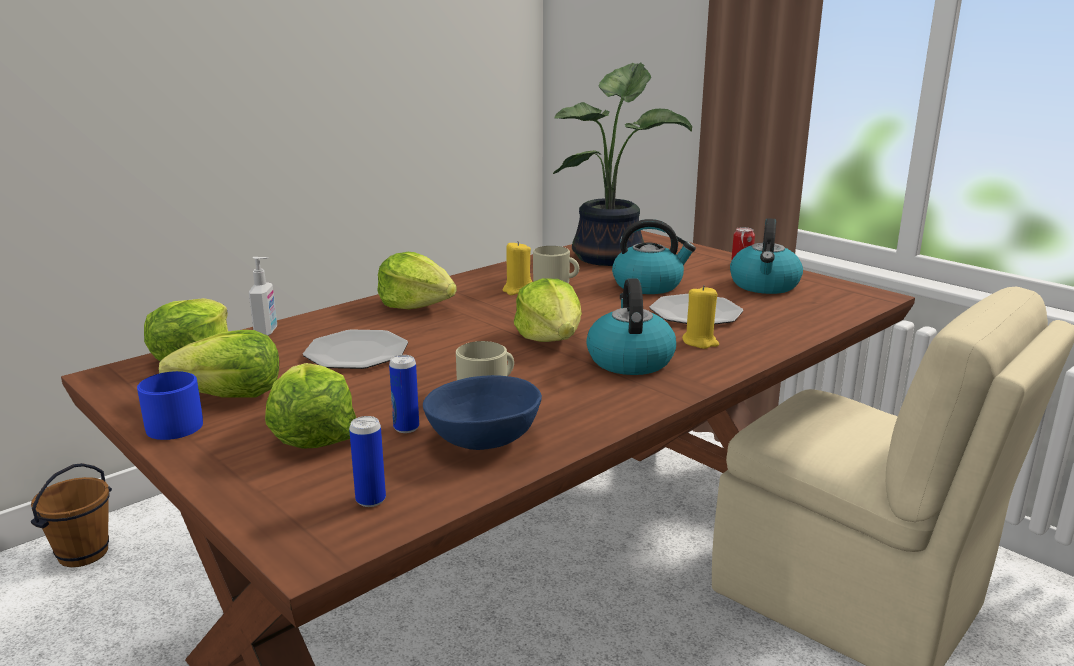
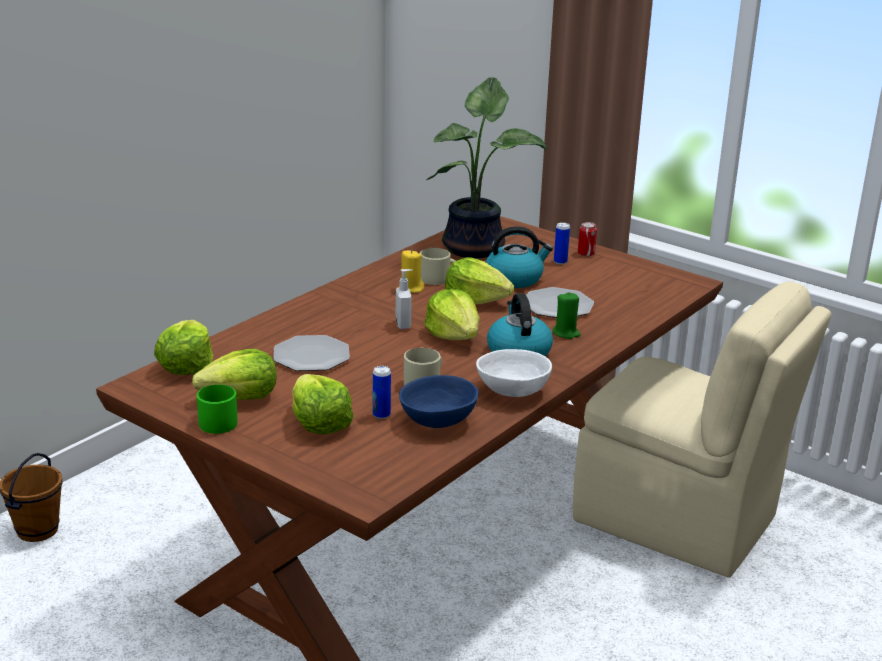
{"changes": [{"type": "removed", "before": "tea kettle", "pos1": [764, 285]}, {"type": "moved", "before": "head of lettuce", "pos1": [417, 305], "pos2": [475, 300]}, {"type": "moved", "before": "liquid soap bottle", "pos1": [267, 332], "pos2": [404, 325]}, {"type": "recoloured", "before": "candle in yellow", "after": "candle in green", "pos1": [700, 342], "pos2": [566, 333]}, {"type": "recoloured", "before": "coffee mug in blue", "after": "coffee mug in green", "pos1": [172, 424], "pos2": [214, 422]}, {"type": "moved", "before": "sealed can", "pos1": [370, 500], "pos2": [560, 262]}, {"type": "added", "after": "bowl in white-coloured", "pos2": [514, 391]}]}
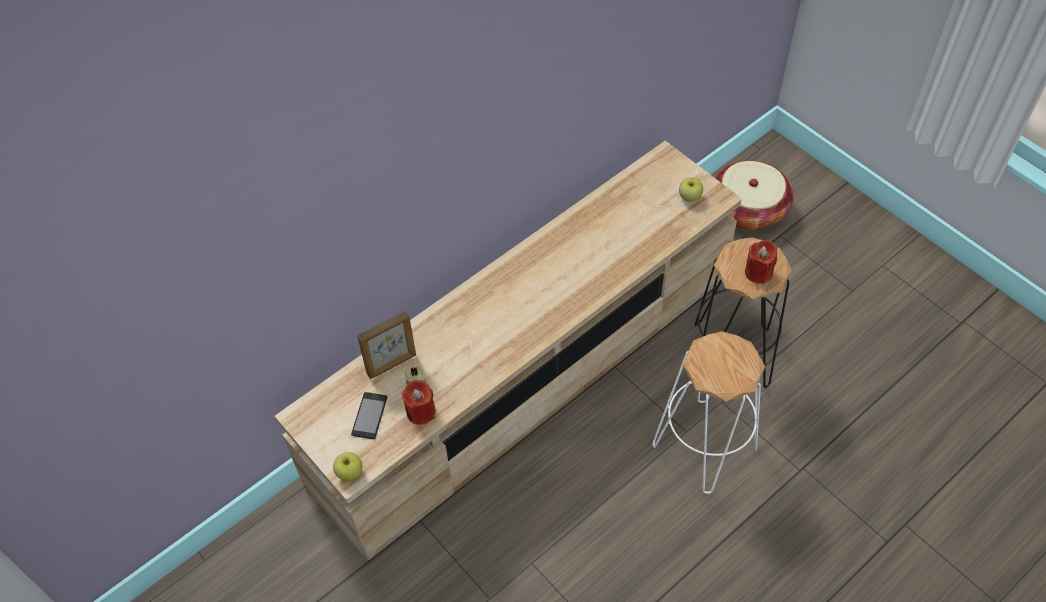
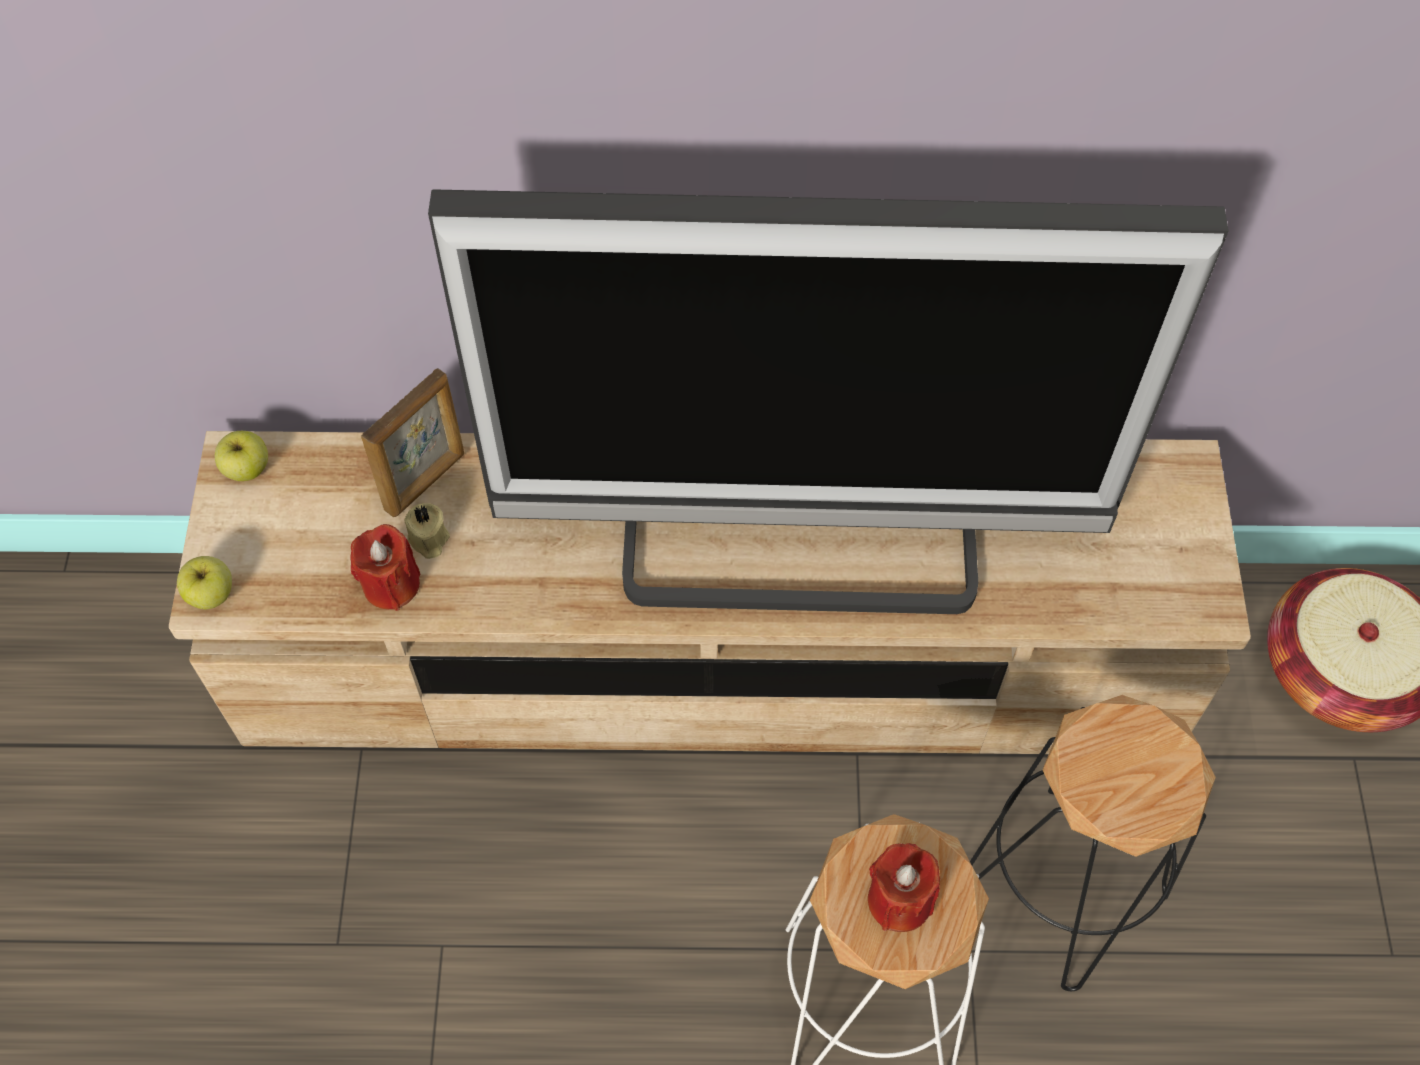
{"changes": [{"type": "moved", "before": "apple", "pos1": [689, 197], "pos2": [247, 468]}, {"type": "moved", "before": "candle in red-coloured", "pos1": [758, 272], "pos2": [899, 900]}, {"type": "turned", "before": "picture frame", "pos1": [392, 365], "pos2": [426, 482], "turn": -60}, {"type": "removed", "before": "phone", "pos1": [369, 416]}, {"type": "added", "after": "TV set", "pos2": [801, 543]}]}
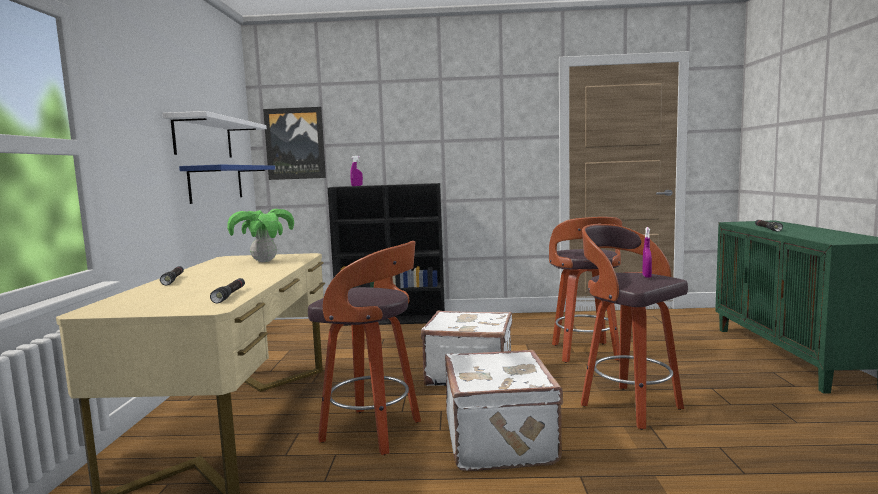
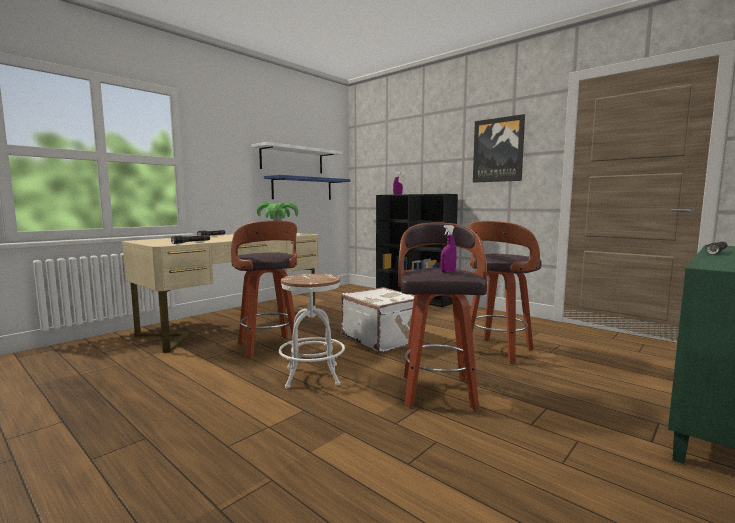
{"changes": [{"type": "moved", "before": "wall picture", "pos1": [295, 143], "pos2": [498, 150]}, {"type": "replaced", "before": "suitcase in white-coloured", "after": "stool seat in white-coloured", "pos1": [502, 440], "pos2": [312, 376]}]}
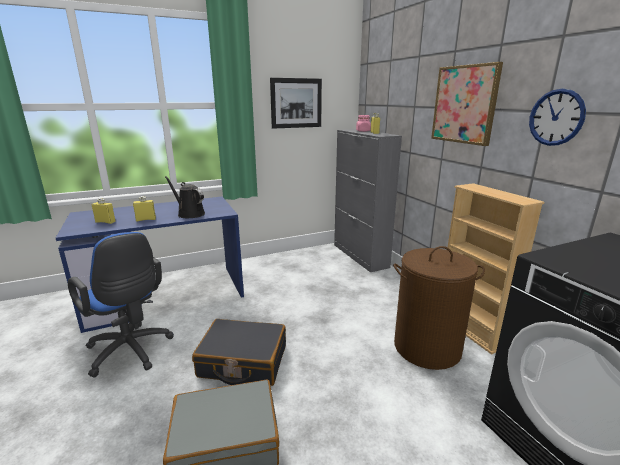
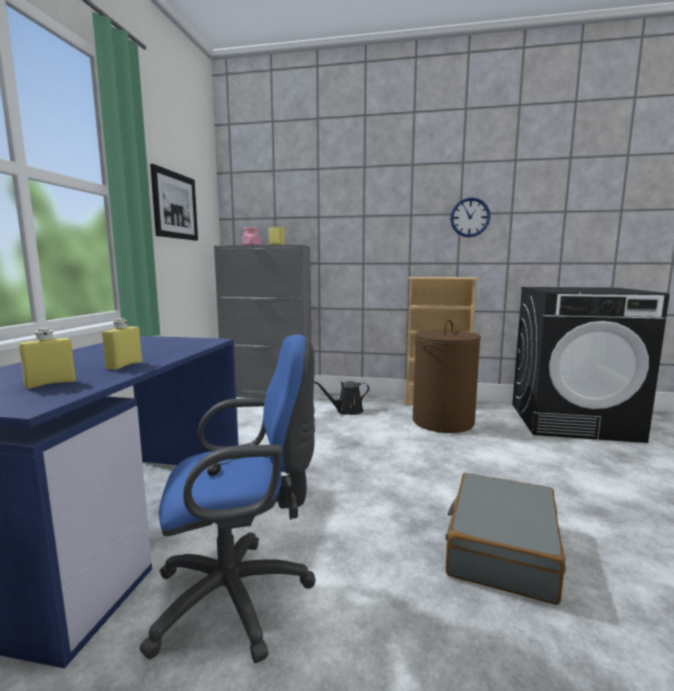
{"changes": [{"type": "removed", "before": "wall picture", "pos1": [464, 104]}, {"type": "moved", "before": "sprinkling can in black", "pos1": [189, 214], "pos2": [347, 411]}, {"type": "removed", "before": "suitcase in black", "pos1": [243, 361]}]}
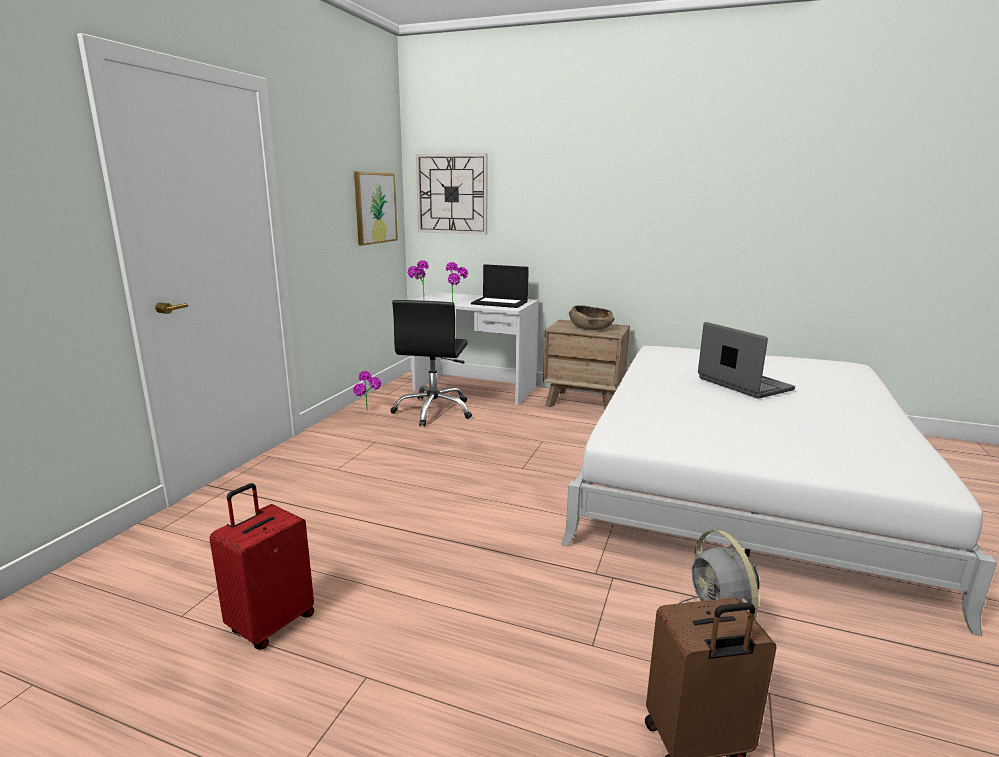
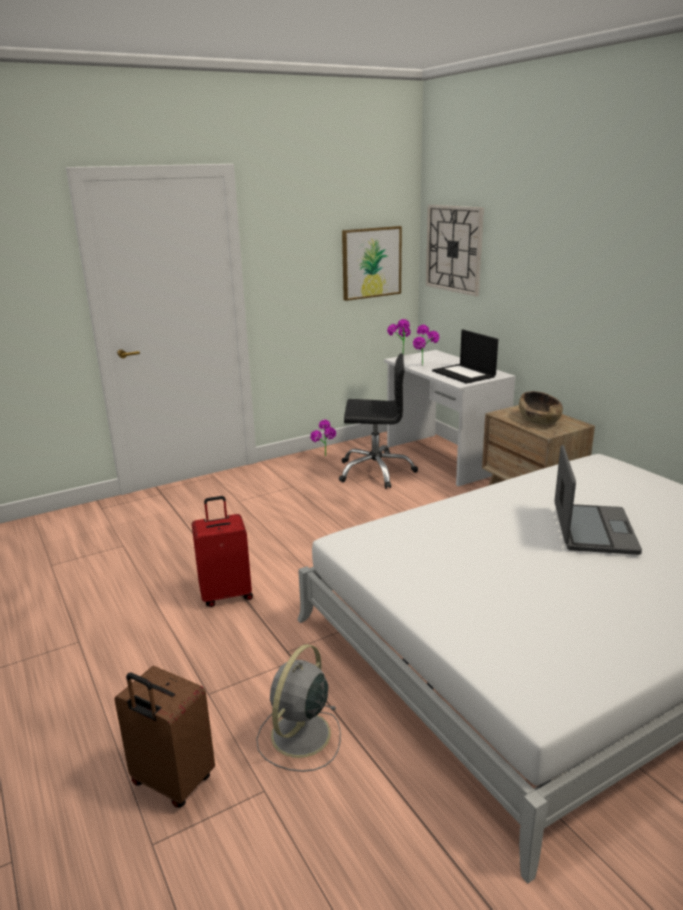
{"changes": [{"type": "turned", "before": "desk chair in black", "pos1": [434, 411], "pos2": [375, 471], "turn": -135}, {"type": "moved", "before": "suitcase in red-coloured", "pos1": [271, 623], "pos2": [226, 594]}]}
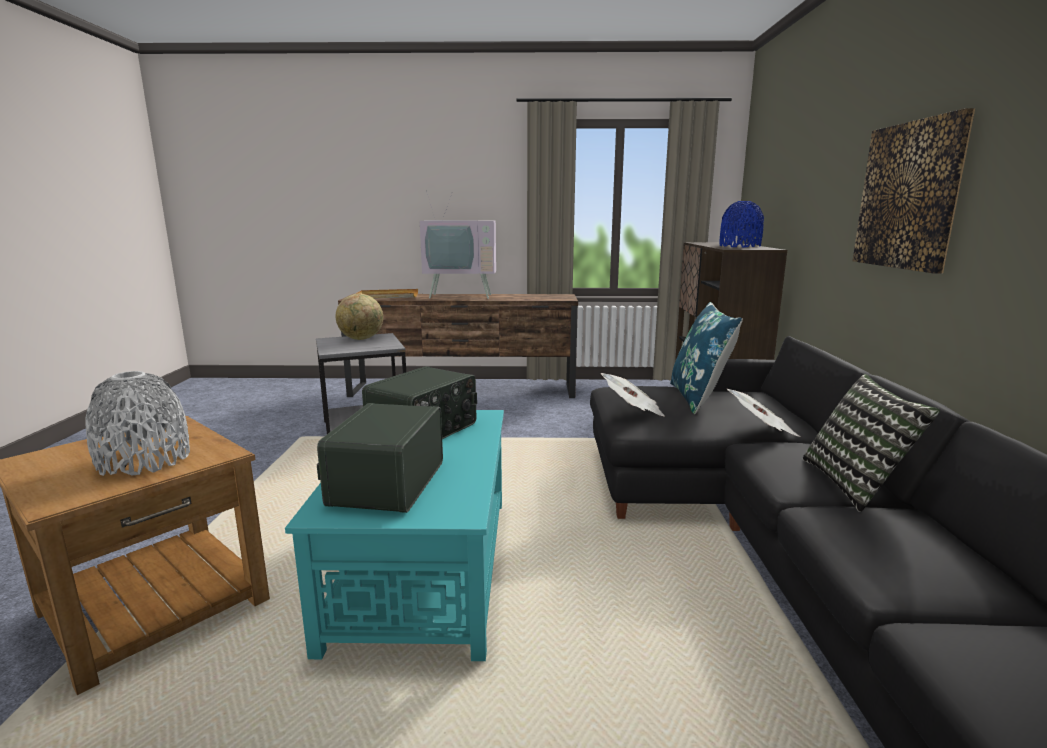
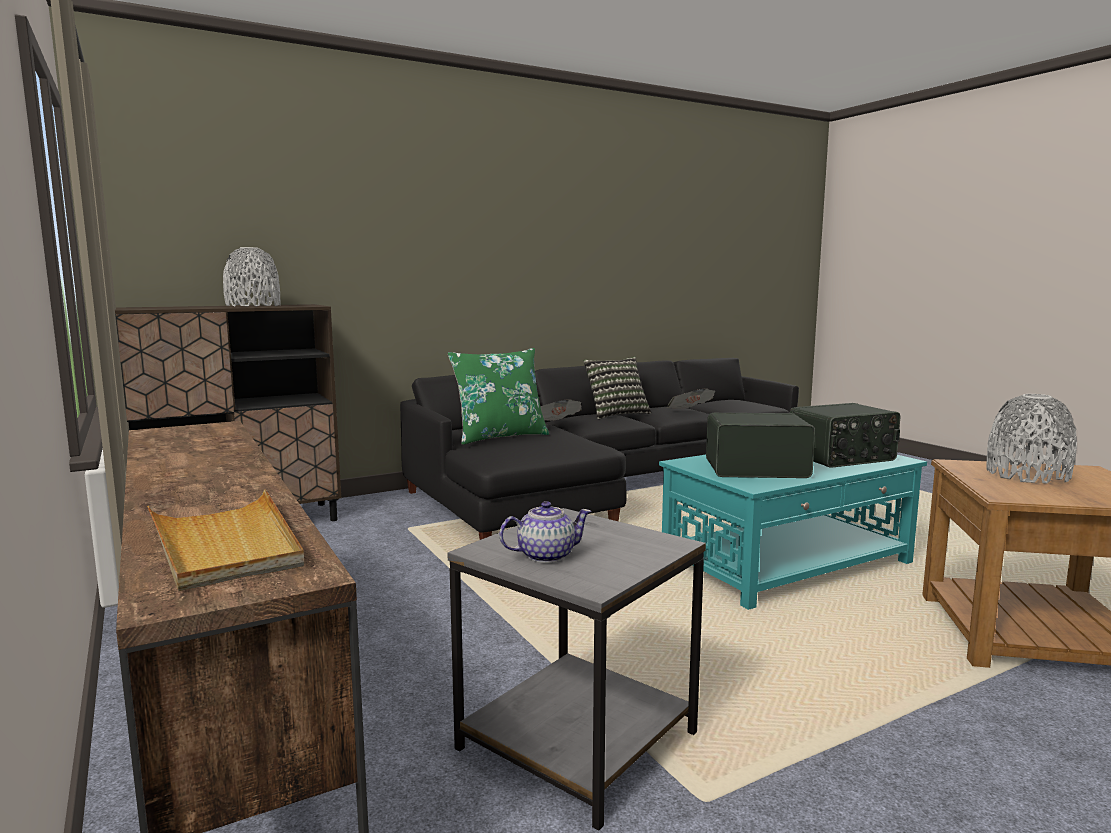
{"changes": [{"type": "removed", "before": "wall picture", "pos1": [908, 196]}, {"type": "removed", "before": "TV set", "pos1": [461, 295]}, {"type": "recoloured", "before": "flower vase in blue", "after": "flower vase in greyish", "pos1": [739, 246], "pos2": [253, 306]}, {"type": "replaced", "before": "desk globe", "after": "pot for tea", "pos1": [361, 339], "pos2": [545, 555]}, {"type": "recoloured", "before": "pillow in blue", "after": "pillow in green", "pos1": [699, 398], "pos2": [500, 436]}, {"type": "moved", "before": "newspaper", "pos1": [632, 411], "pos2": [690, 412]}]}
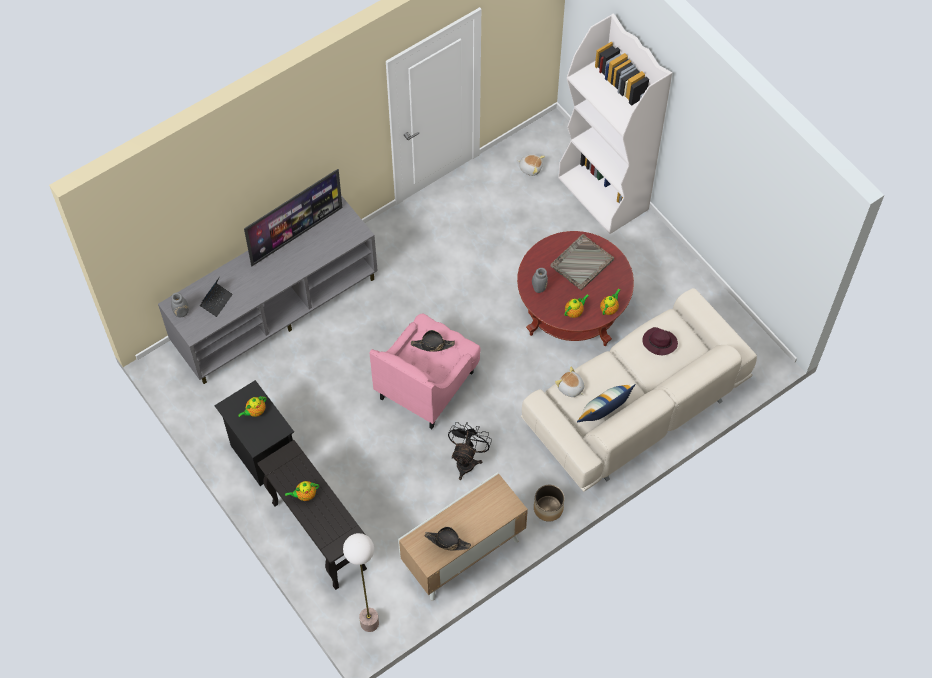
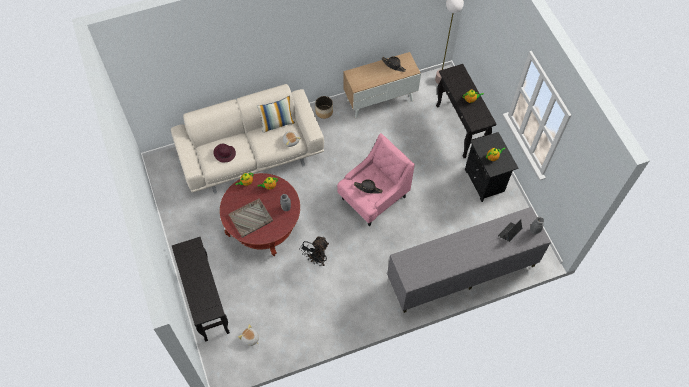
{"changes": [{"type": "replaced", "before": "bookcase in white-coloured", "after": "hall table in black", "pos1": [604, 194], "pos2": [206, 302]}, {"type": "removed", "before": "TV set", "pos1": [296, 235]}, {"type": "moved", "before": "cooling fan in black", "pos1": [467, 460], "pos2": [316, 259]}]}
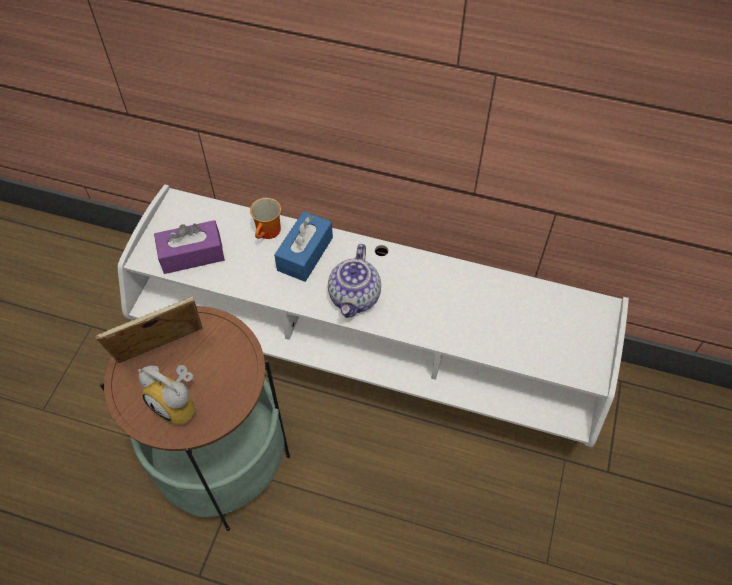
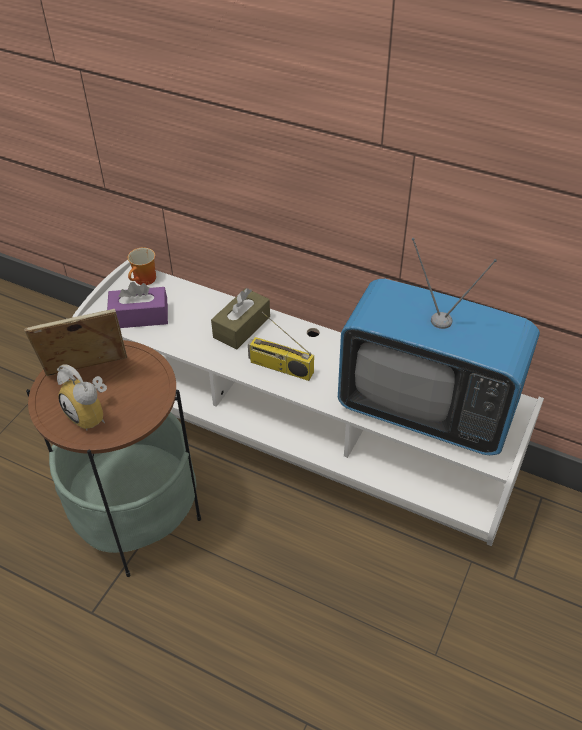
{"changes": [{"type": "moved", "before": "coffee mug", "pos1": [269, 232], "pos2": [145, 280]}, {"type": "recoloured", "before": "tissue holder in blue", "after": "tissue holder in brown-coloured", "pos1": [305, 254], "pos2": [241, 327]}, {"type": "replaced", "before": "pot for tea", "after": "radio set", "pos1": [355, 297], "pos2": [280, 367]}, {"type": "added", "after": "TV set", "pos2": [426, 409]}]}
